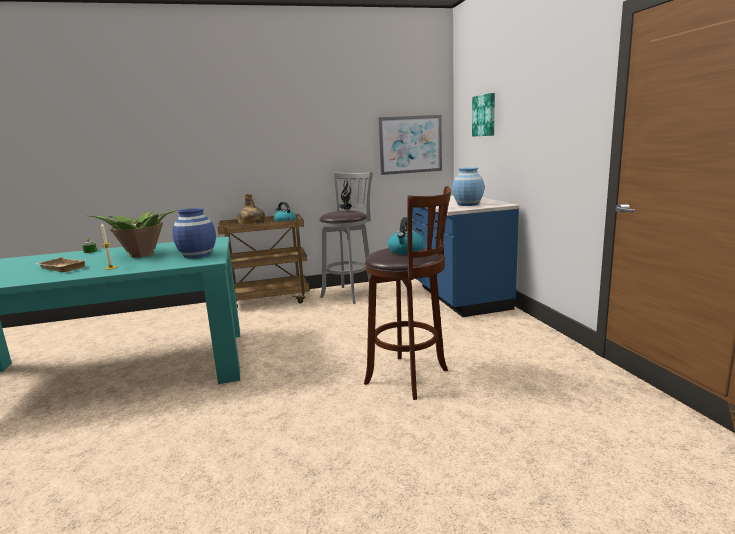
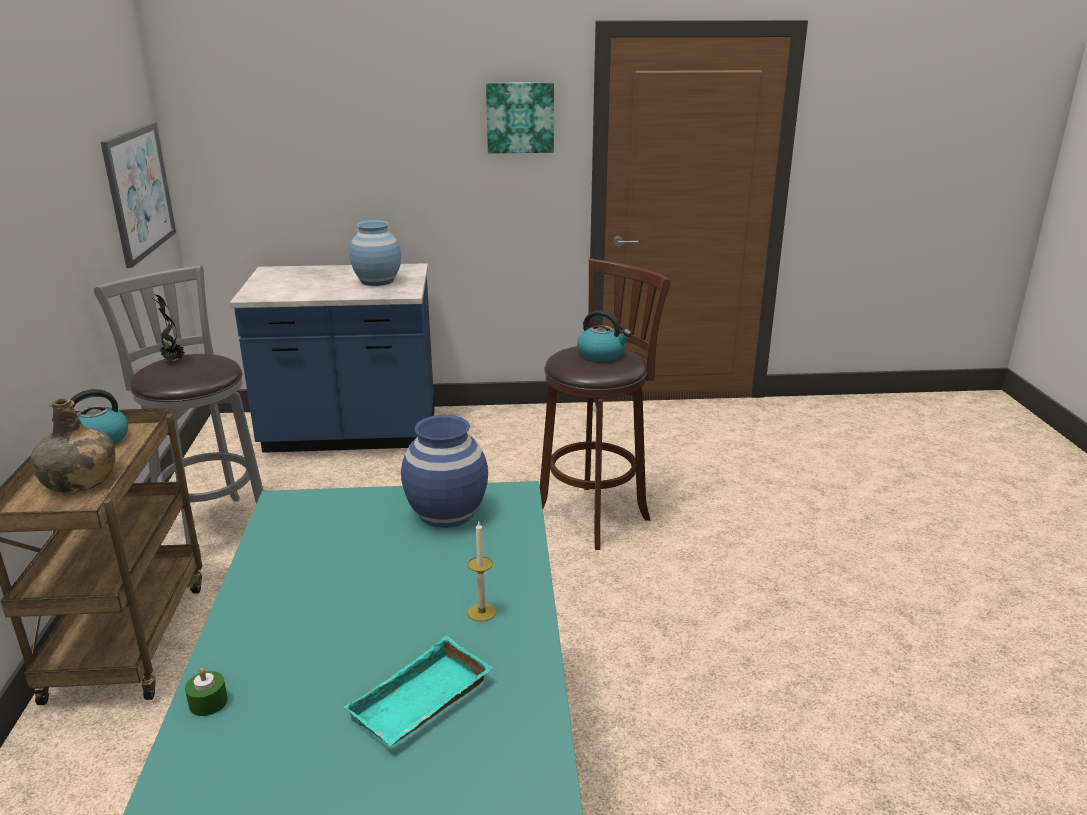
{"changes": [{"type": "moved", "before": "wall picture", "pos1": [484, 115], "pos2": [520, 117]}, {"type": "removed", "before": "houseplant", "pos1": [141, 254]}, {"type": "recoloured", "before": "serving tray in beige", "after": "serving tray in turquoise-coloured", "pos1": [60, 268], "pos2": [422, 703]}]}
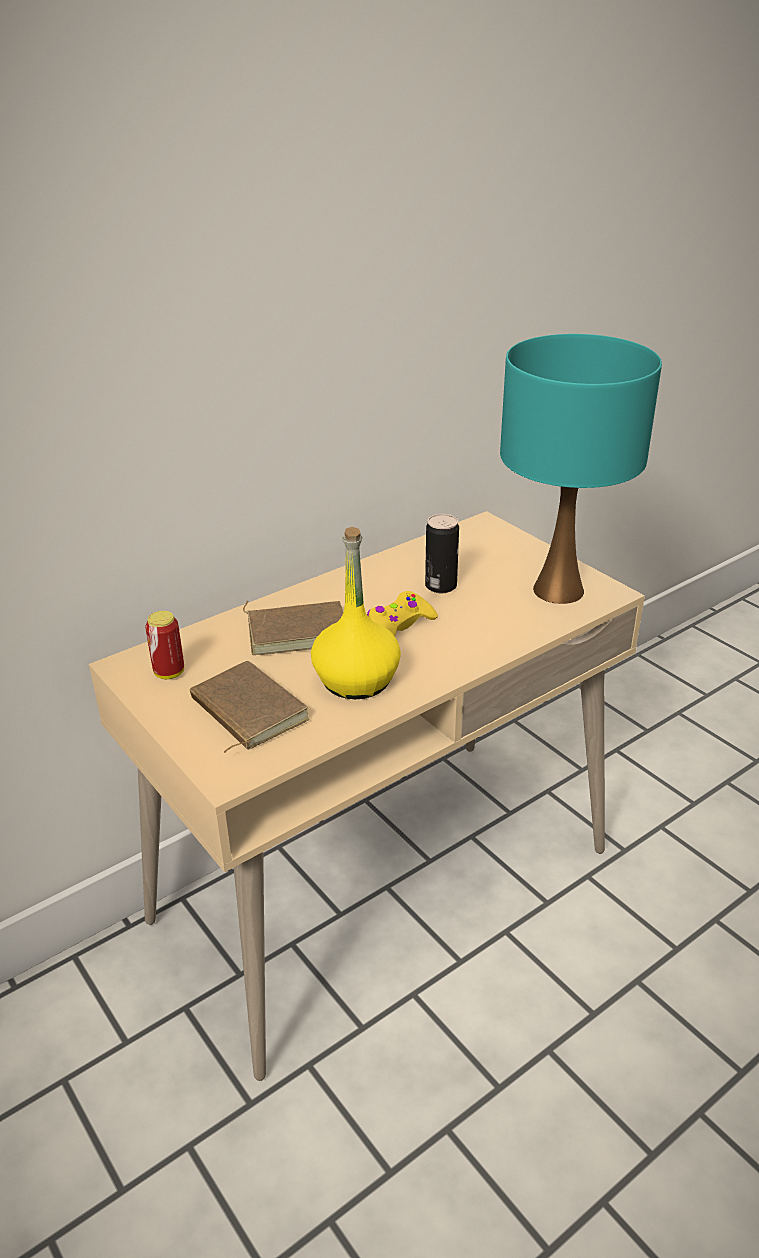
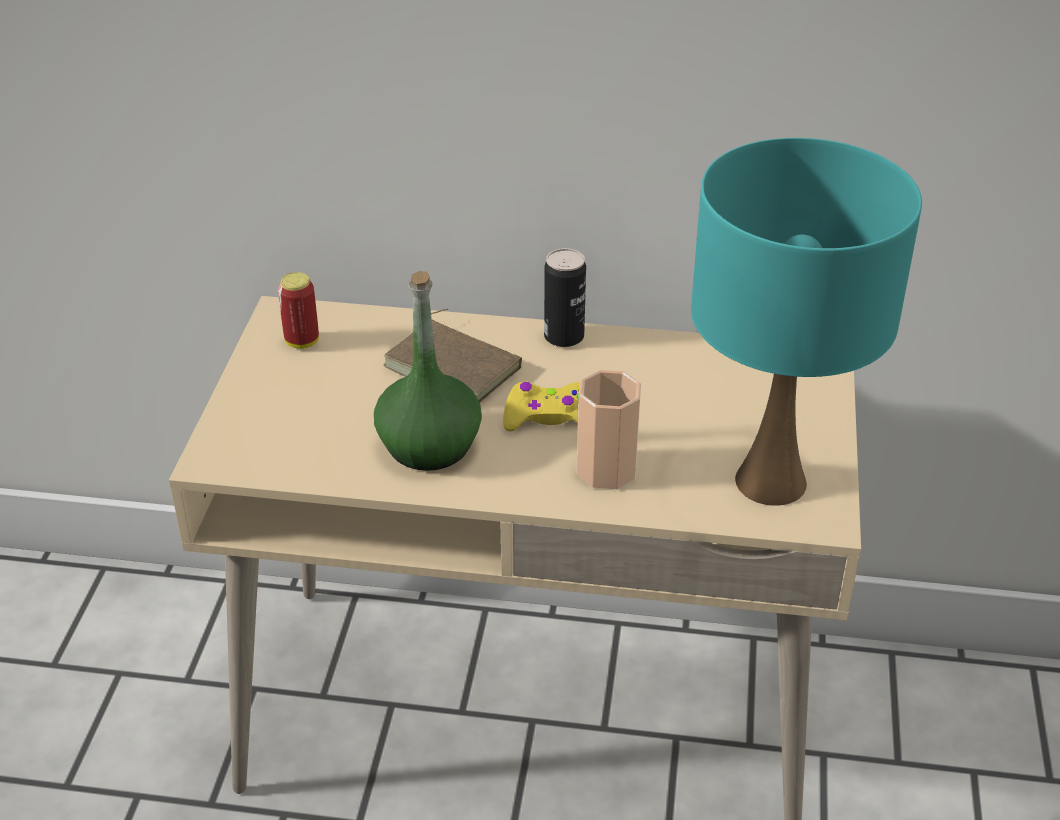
{"changes": [{"type": "moved", "before": "sealed can", "pos1": [441, 586], "pos2": [564, 337]}, {"type": "recoloured", "before": "drink bottle in yellow", "after": "drink bottle in green", "pos1": [357, 680], "pos2": [429, 446]}, {"type": "removed", "before": "volume in brown-coloured", "pos1": [245, 711]}, {"type": "added", "after": "drinking cup", "pos2": [606, 469]}]}
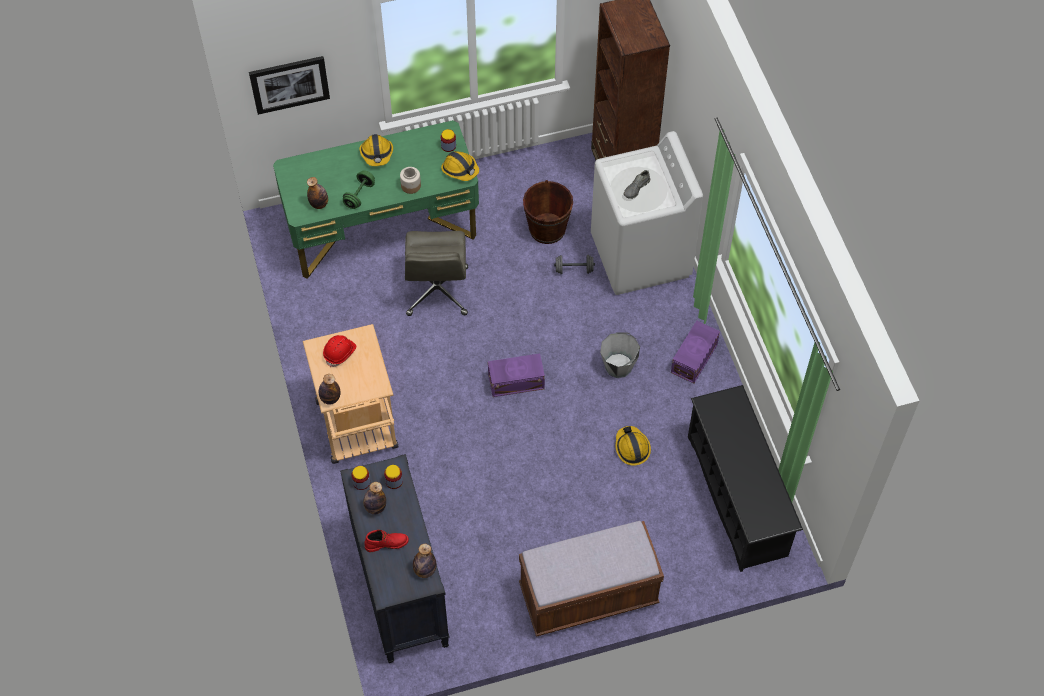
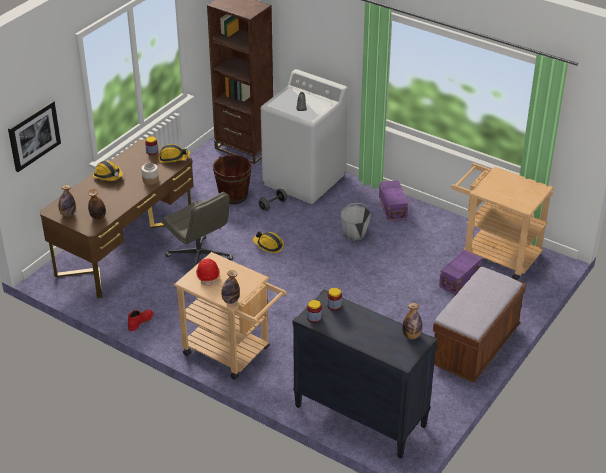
{"changes": [{"type": "recoloured", "before": "desk in green", "after": "desk in brown-coloured", "pos1": [382, 230], "pos2": [125, 248]}, {"type": "removed", "before": "hand weight in green", "pos1": [359, 195]}, {"type": "moved", "before": "storage bin in purple-coloured", "pos1": [515, 381], "pos2": [458, 280]}, {"type": "replaced", "before": "shoe shelf in black", "after": "cart in beige", "pos1": [737, 496], "pos2": [495, 254]}, {"type": "moved", "before": "safety helmet", "pos1": [631, 448], "pos2": [268, 245]}, {"type": "moved", "before": "drink bottle", "pos1": [375, 507], "pos2": [68, 214]}, {"type": "moved", "before": "high-top boot in red-coloured", "pos1": [386, 543], "pos2": [140, 321]}]}
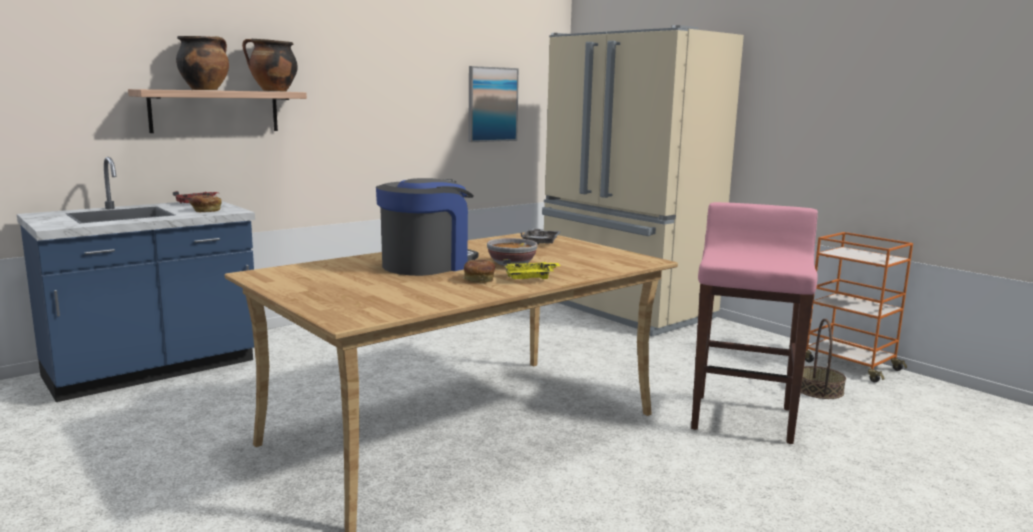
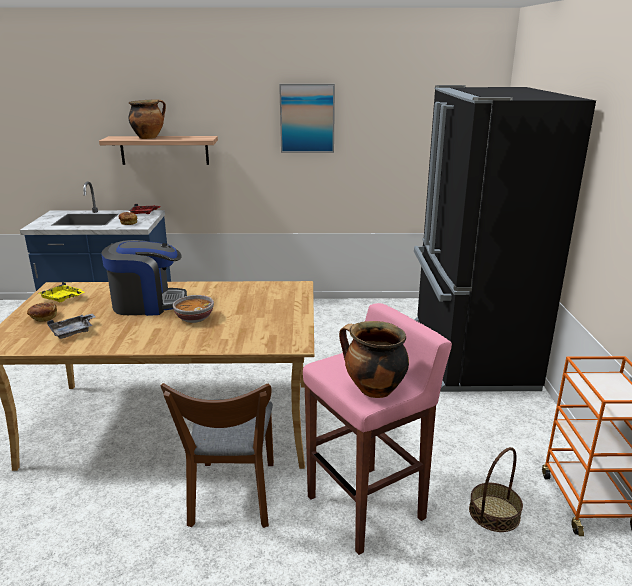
{"changes": [{"type": "recoloured", "before": "fridge in beige", "after": "fridge in black", "pos1": [624, 310], "pos2": [468, 354]}, {"type": "moved", "before": "cooking pot", "pos1": [273, 91], "pos2": [373, 390]}, {"type": "moved", "before": "wall picture", "pos1": [492, 104], "pos2": [307, 118]}, {"type": "moved", "before": "serving tray in greyish", "pos1": [540, 242], "pos2": [73, 332]}, {"type": "moved", "before": "bakery bread", "pos1": [478, 280], "pos2": [43, 318]}, {"type": "moved", "before": "serving tray in yellow", "pos1": [530, 278], "pos2": [62, 298]}, {"type": "added", "after": "chair in brown-coloured", "pos2": [232, 499]}]}
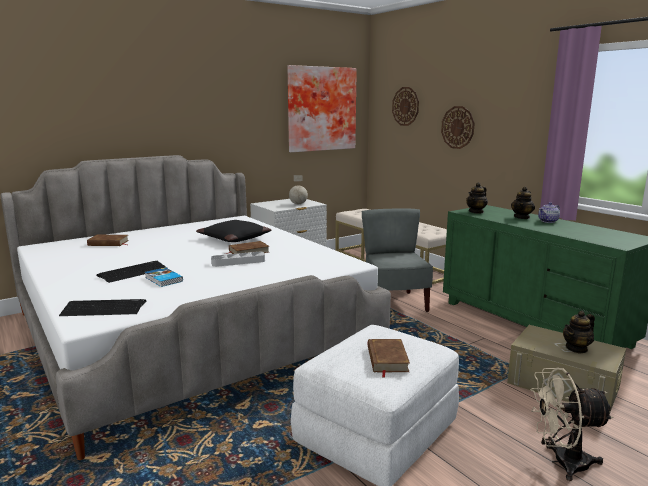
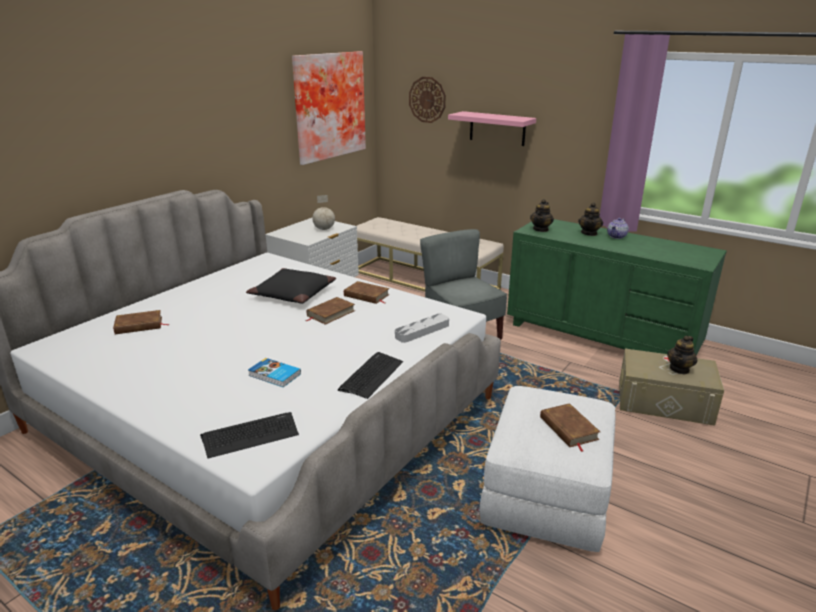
{"changes": [{"type": "replaced", "before": "clock on the wall", "after": "bracket shelf in pink-coloured", "pos1": [457, 127], "pos2": [497, 128]}, {"type": "moved", "before": "serving tray in greyish", "pos1": [238, 262], "pos2": [422, 331]}, {"type": "moved", "before": "PC keyboard", "pos1": [133, 272], "pos2": [371, 375]}, {"type": "removed", "before": "cooling fan in beige", "pos1": [562, 462]}, {"type": "added", "after": "volume in brown-coloured", "pos2": [366, 295]}]}
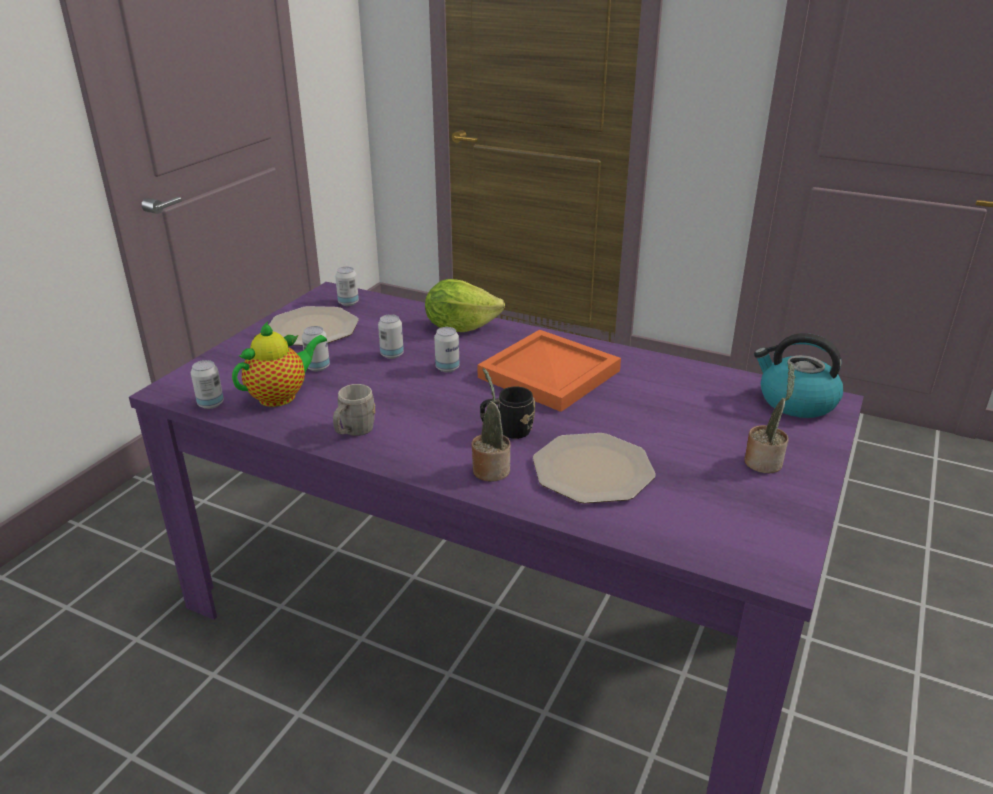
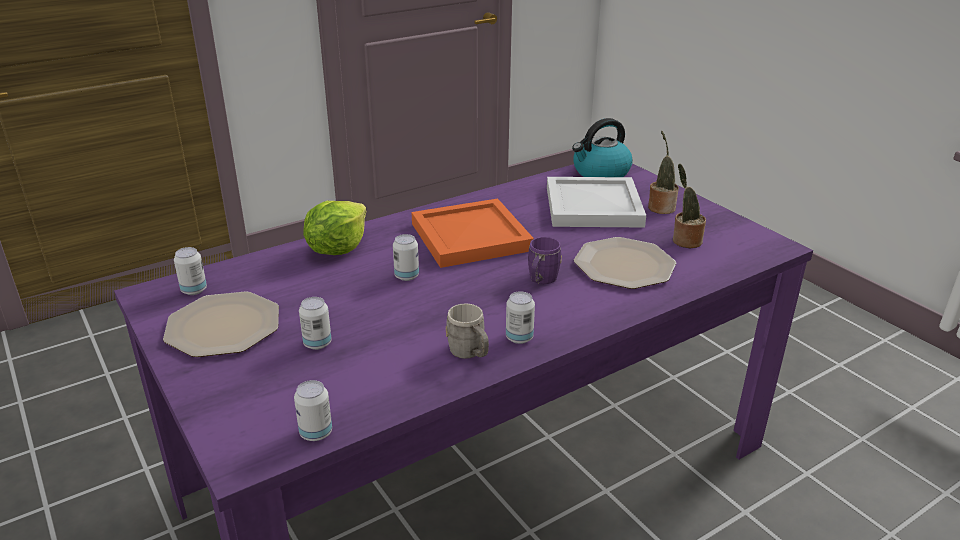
{"changes": [{"type": "moved", "before": "sealed can", "pos1": [392, 355], "pos2": [519, 338]}, {"type": "removed", "before": "pot for tea", "pos1": [281, 396]}, {"type": "moved", "before": "houseplant", "pos1": [490, 469], "pos2": [684, 241]}, {"type": "recoloured", "before": "coffee mug in black", "after": "coffee mug in purple-coloured", "pos1": [507, 431], "pos2": [541, 281]}, {"type": "added", "after": "serving tray in white-coloured", "pos2": [591, 206]}]}
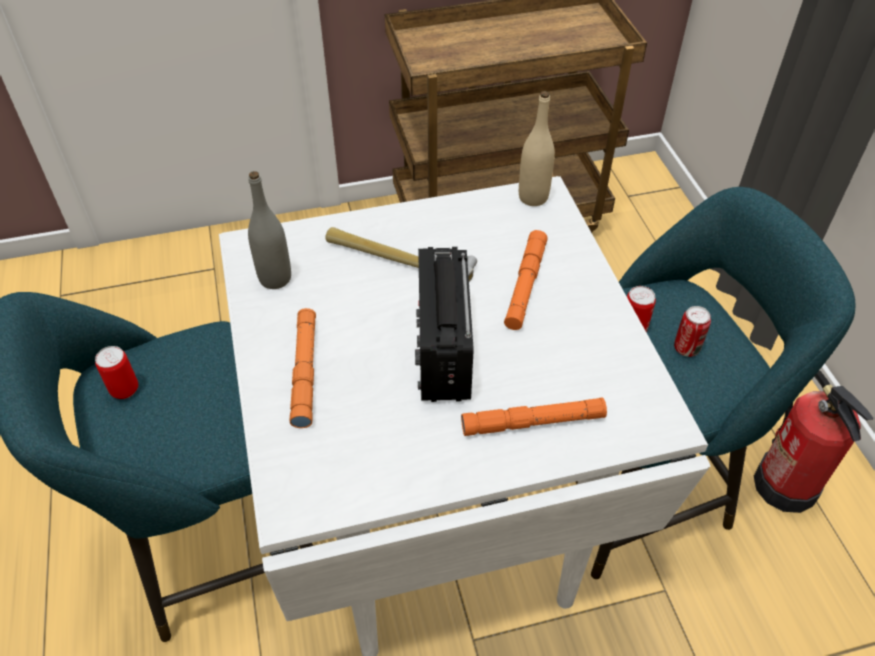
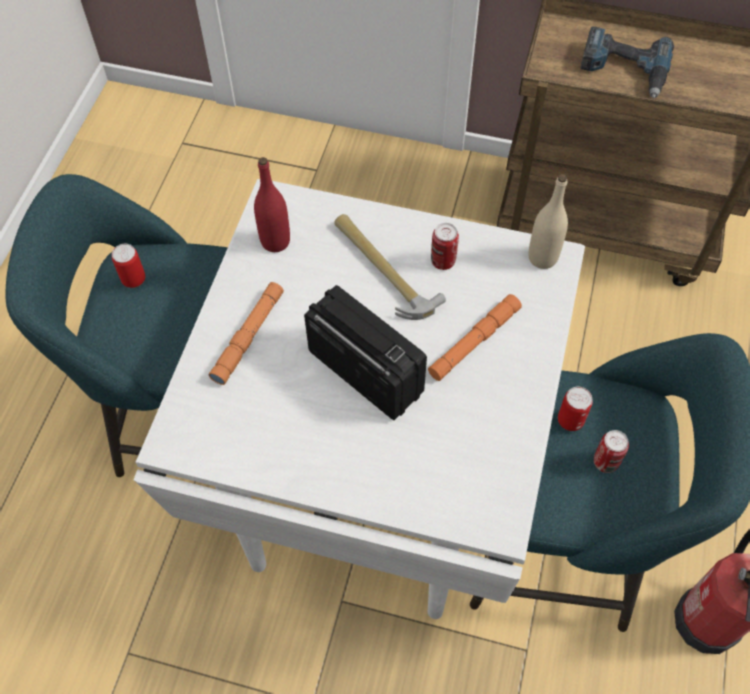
{"changes": [{"type": "recoloured", "before": "drink bottle in greyish", "after": "drink bottle in red-coloured", "pos1": [275, 278], "pos2": [275, 241]}, {"type": "turned", "before": "radio set", "pos1": [443, 352], "pos2": [364, 371], "turn": 105}, {"type": "removed", "before": "flashlight in orange", "pos1": [533, 422]}, {"type": "added", "after": "electric drill", "pos2": [624, 69]}, {"type": "added", "after": "sealed can", "pos2": [443, 261]}]}
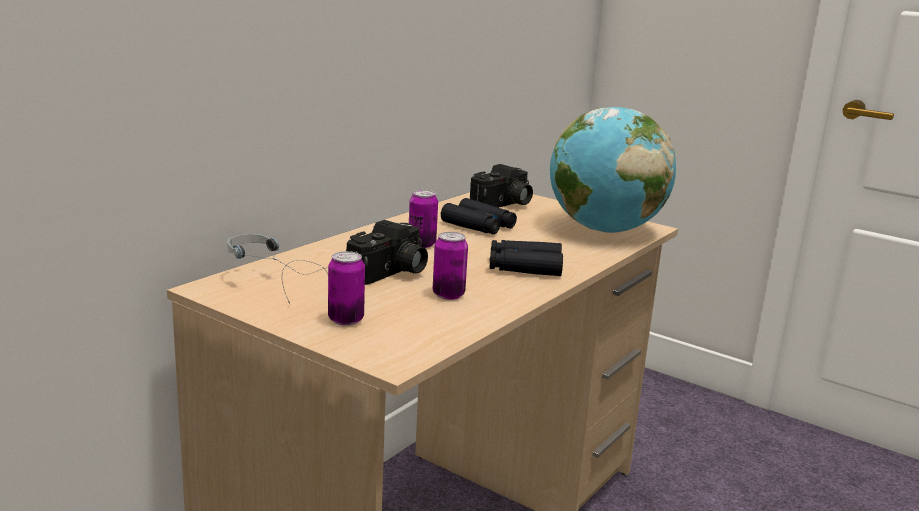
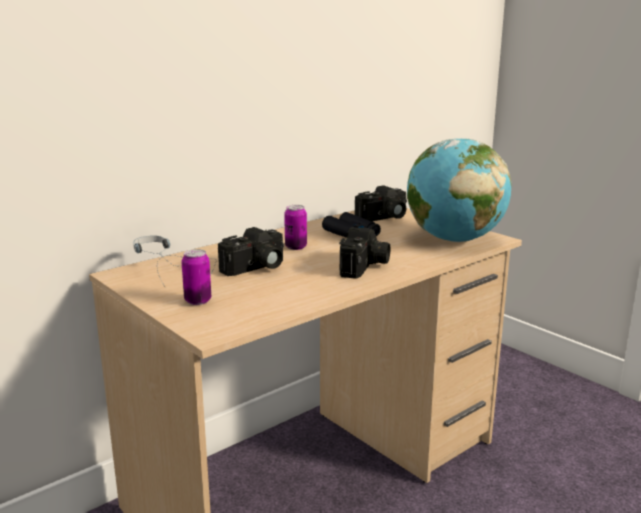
{"changes": [{"type": "removed", "before": "sealed can", "pos1": [448, 295]}, {"type": "replaced", "before": "pair of binoculars in black", "after": "photo camera", "pos1": [524, 267], "pos2": [365, 267]}]}
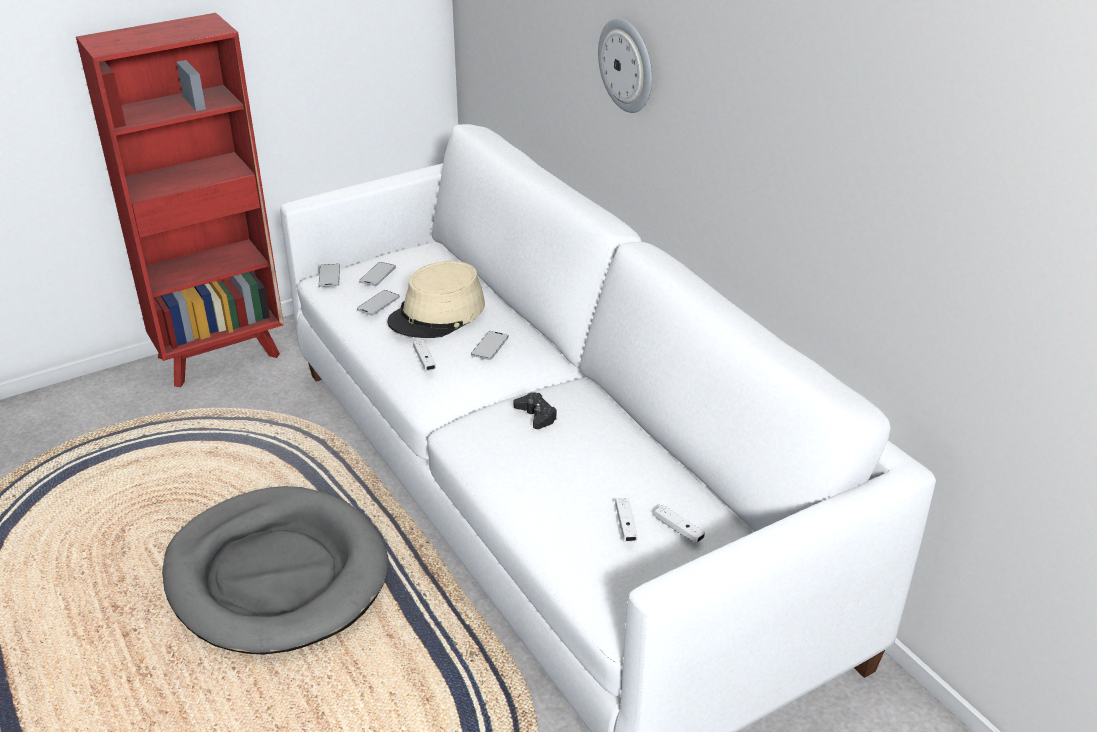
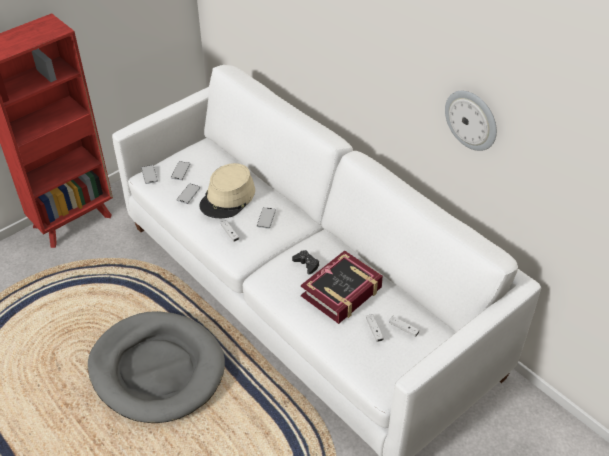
{"changes": [{"type": "moved", "before": "clock on the wall", "pos1": [627, 65], "pos2": [471, 120]}, {"type": "added", "after": "volume", "pos2": [342, 292]}]}
